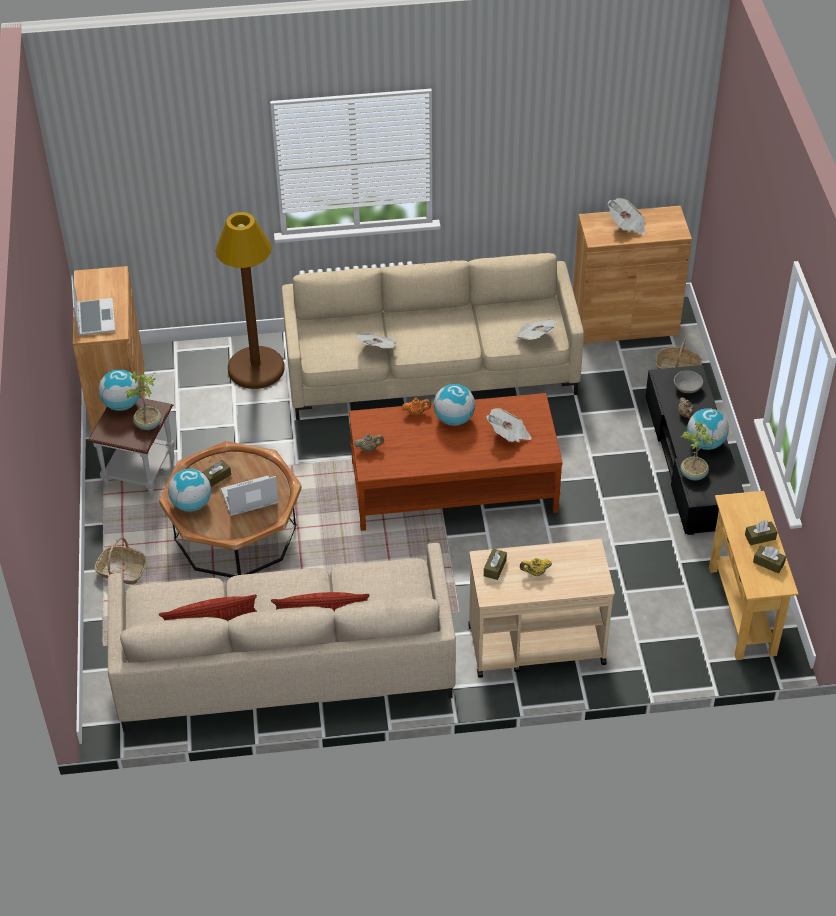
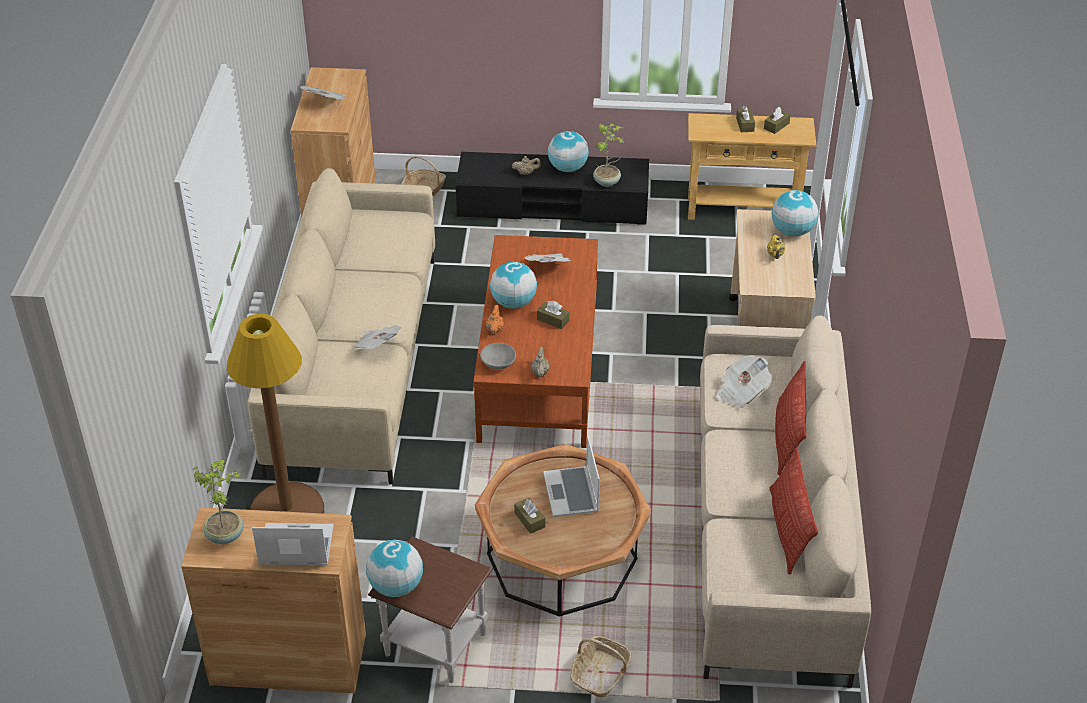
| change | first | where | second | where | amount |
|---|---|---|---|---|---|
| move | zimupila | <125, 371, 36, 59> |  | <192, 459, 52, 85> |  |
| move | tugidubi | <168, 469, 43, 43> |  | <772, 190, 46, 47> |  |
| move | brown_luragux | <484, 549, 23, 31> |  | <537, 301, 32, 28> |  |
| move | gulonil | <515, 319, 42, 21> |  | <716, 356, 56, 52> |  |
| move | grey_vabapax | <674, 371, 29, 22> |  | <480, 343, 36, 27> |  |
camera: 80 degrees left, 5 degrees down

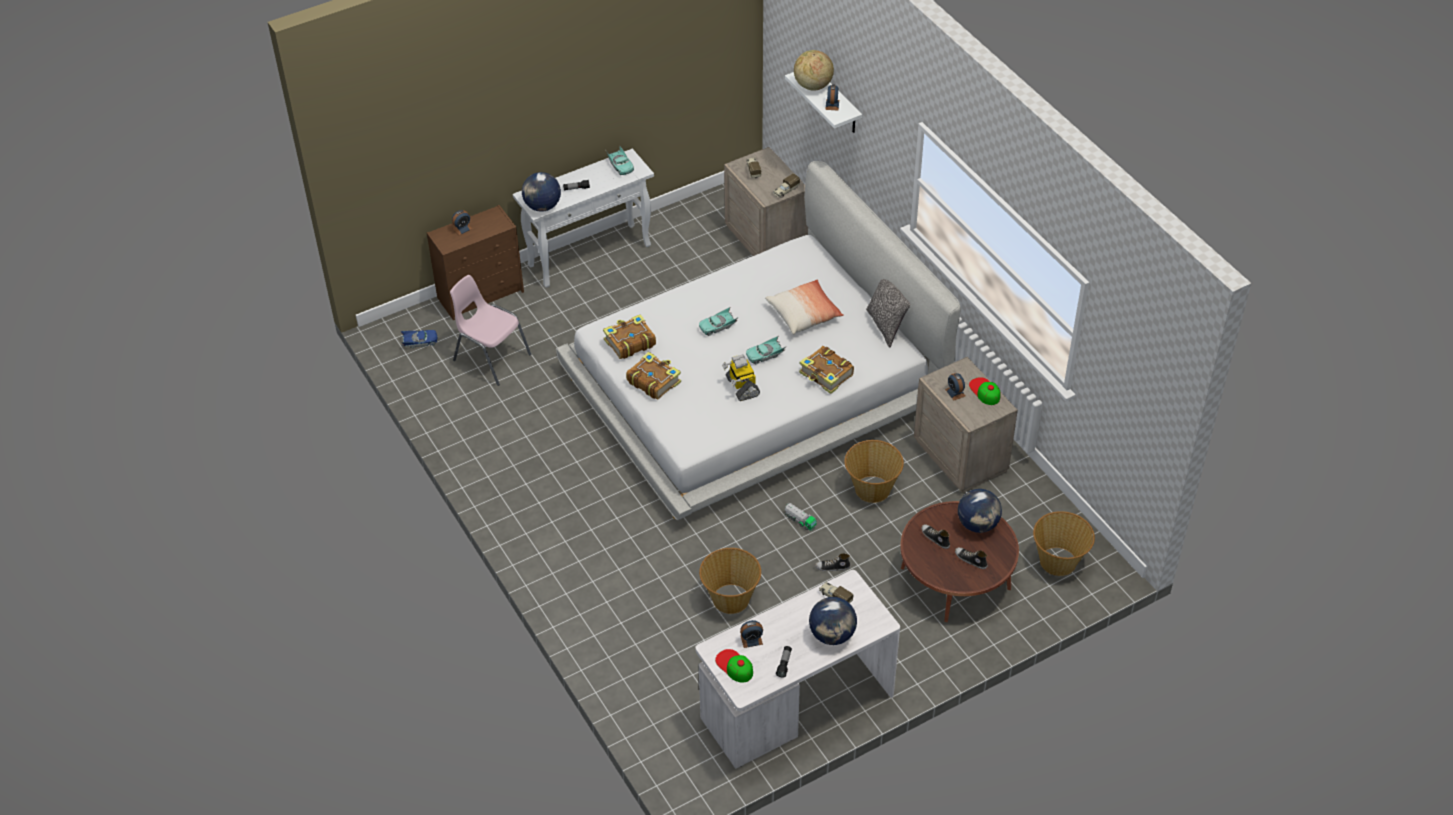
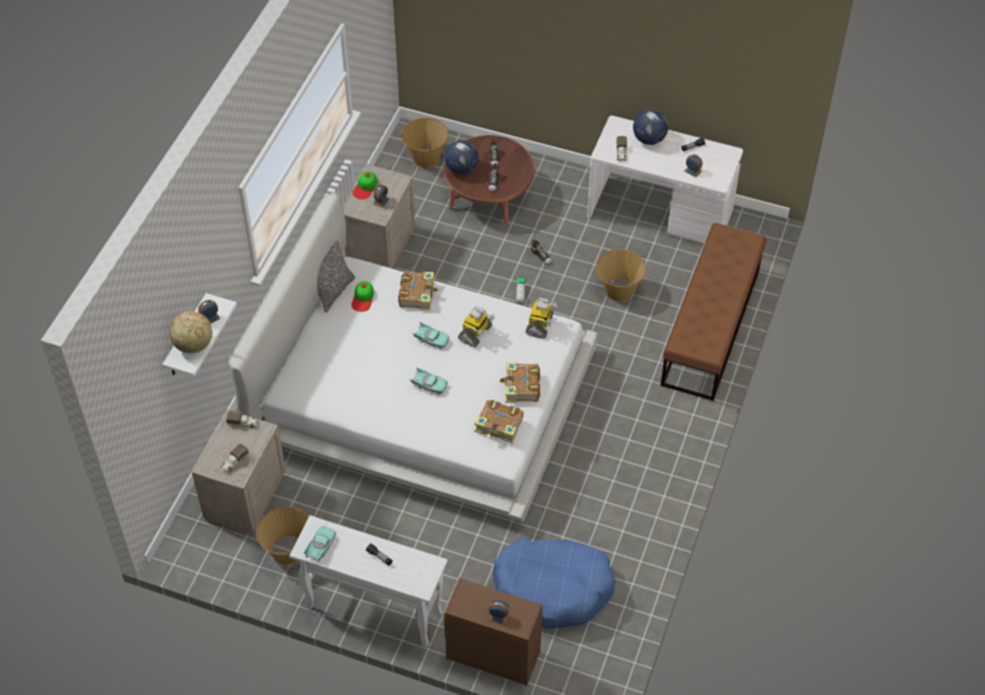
| change | first | where | second | where | amount |
|---|---|---|---|---|---|
| delete | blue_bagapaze | <400, 330, 38, 18> |  |  |  |
| delete | tugidubi | <522, 172, 39, 40> |  |  |  |
| delete | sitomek | <765, 280, 79, 55> |  |  |  |
| insert |  |  | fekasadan | <525, 297, 32, 42> |  |
| insert |  |  | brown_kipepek | <661, 223, 106, 178> |  |
| move | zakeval | <715, 649, 38, 34> |  | <351, 281, 23, 31> |  |
| move | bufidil | <845, 440, 59, 63> |  | <256, 507, 53, 58> |  |
| replace | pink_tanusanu | <450, 275, 81, 111> | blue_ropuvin | <492, 538, 124, 91> |  |
camera: 130 degrees left, 5 degrees up

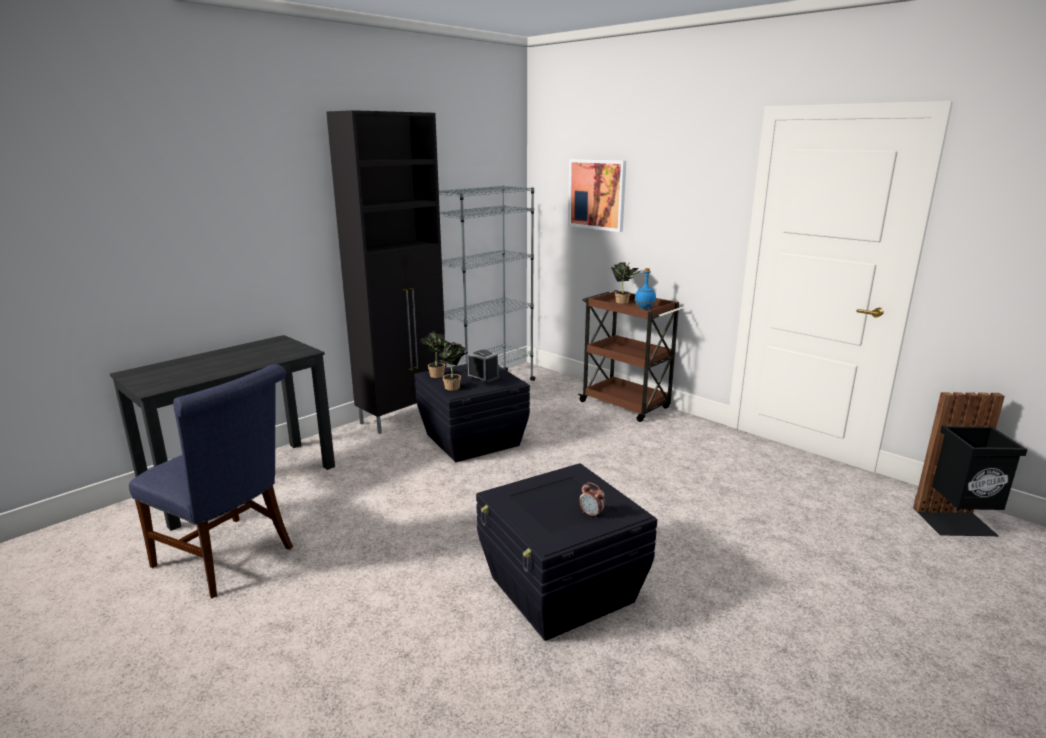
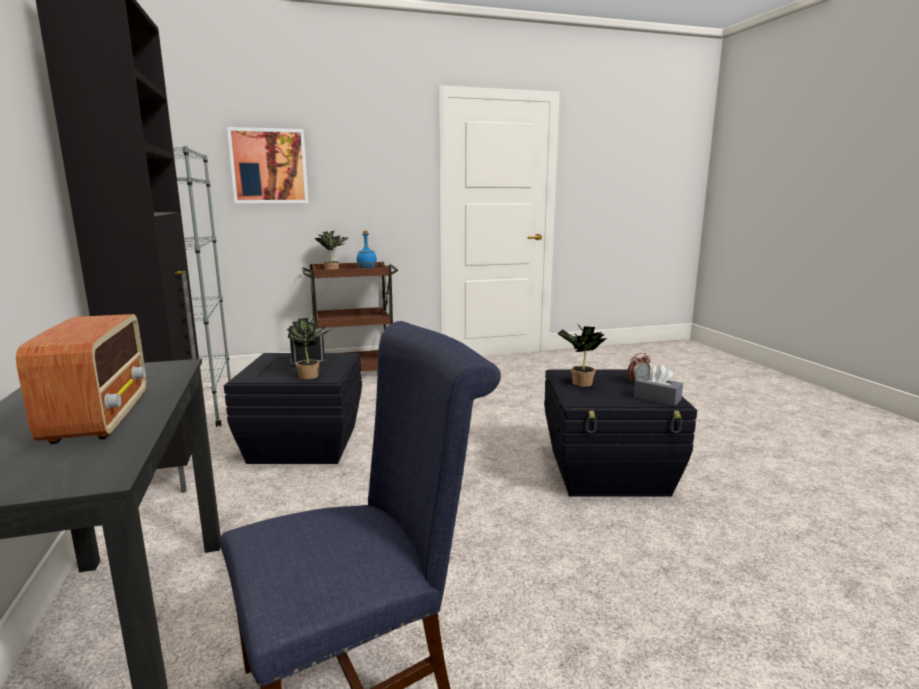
| change | first | where | second | where | amount |
|---|---|---|---|---|---|
| delete | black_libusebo | <913, 392, 115, 144> |  |  |  |
| insert |  |  | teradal | <16, 314, 131, 130> |  |
| insert |  |  | grey_luragux | <634, 365, 49, 41> |  |
| move | zimupila | <419, 331, 33, 47> |  | <557, 323, 50, 64> |  |
camera: 60 degrees left, 5 degrees down

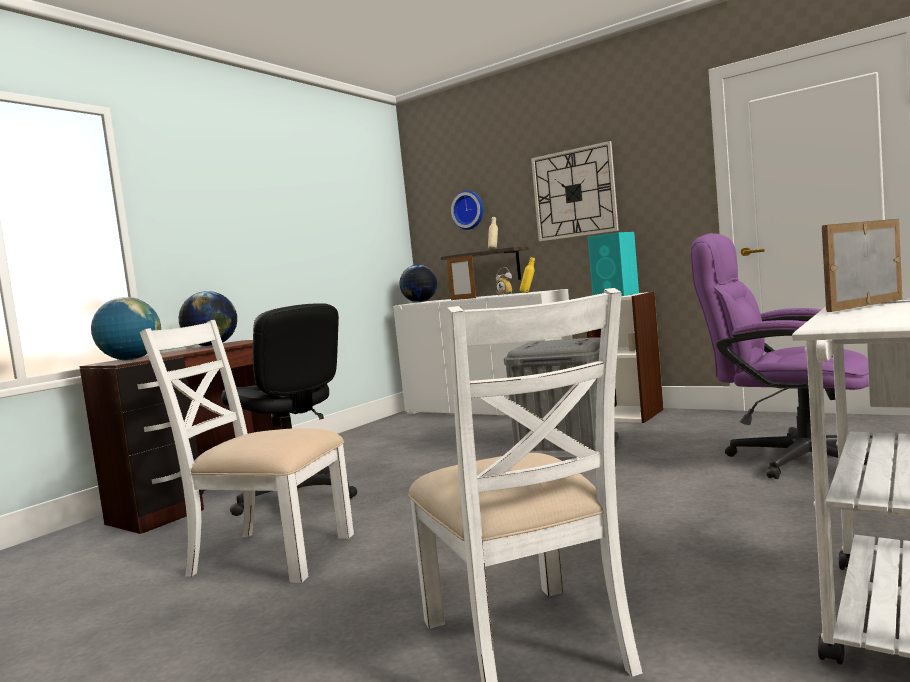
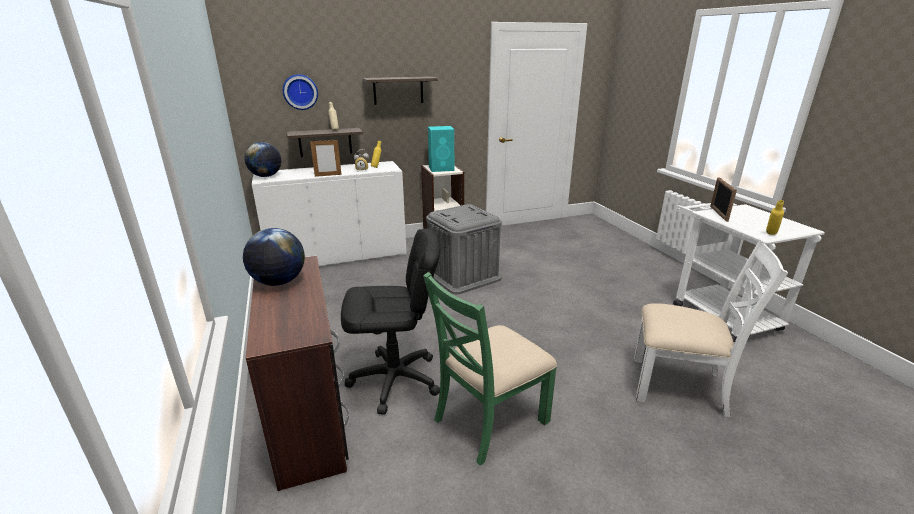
| change | first | where | second | where | amount |
|---|---|---|---|---|---|
| delete | tugidubi | <91, 297, 70, 64> |  |  |  |
| delete | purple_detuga | <691, 233, 182, 246> |  |  |  |
| insert |  |  | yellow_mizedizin | <766, 200, 18, 35> |  |
| replace | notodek | <531, 141, 88, 101> | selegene | <363, 76, 75, 29> |  |
| recolor | white_tanusanu | <140, 320, 214, 263> | green_tanusanu | <423, 272, 134, 194> |  |
camera: 55 degrees left, 20 degrees up

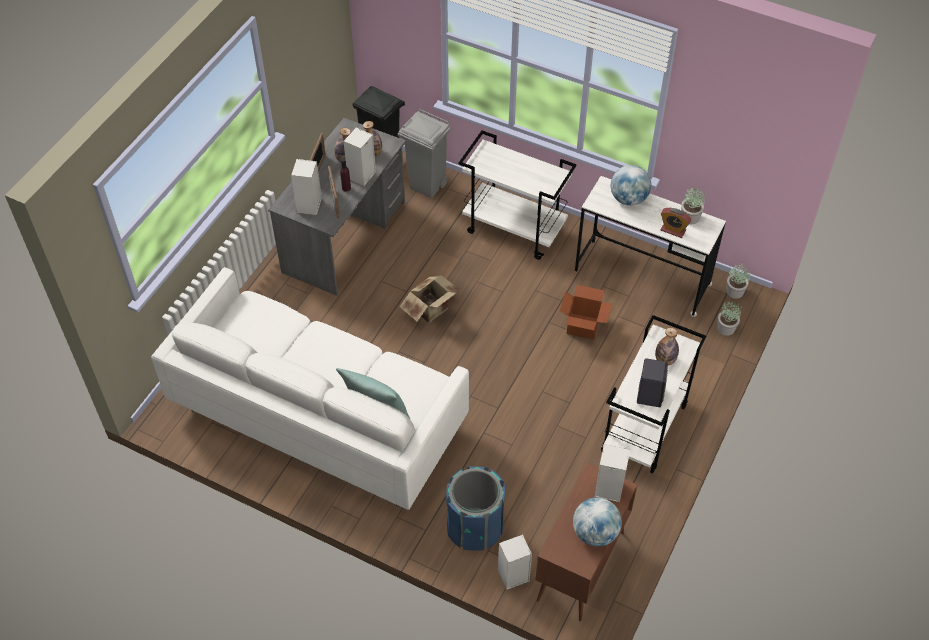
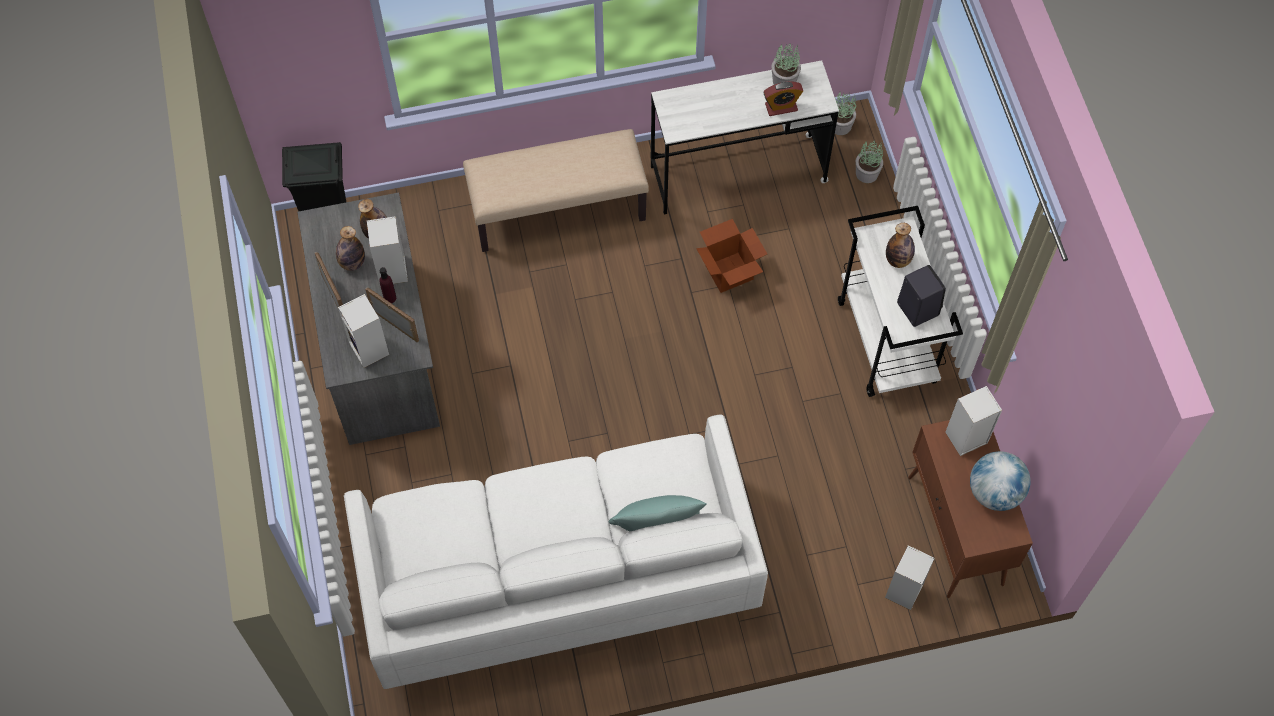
| change | first | where | second | where | amount |
|---|---|---|---|---|---|
| delete | grey_libusebo | <398, 109, 53, 89> |  |  |  |
| delete | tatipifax | <399, 275, 61, 48> |  |  |  |
| delete | blue_libusebo | <446, 466, 59, 85> |  |  |  |
| delete | tugidubi | <611, 165, 40, 41> |  |  |  |
| replace | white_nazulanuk | <458, 130, 119, 130> | beige_kipepek | <463, 129, 186, 123> |  |
camera: 40 degrees left, 10 degrees up

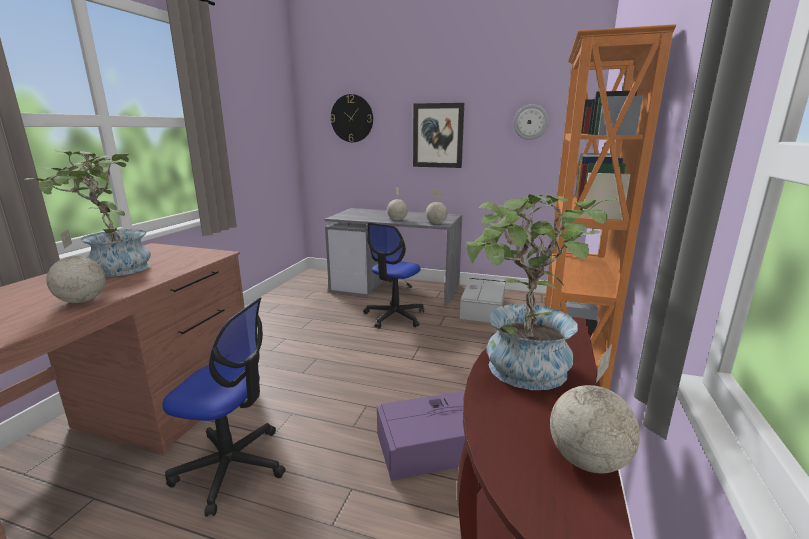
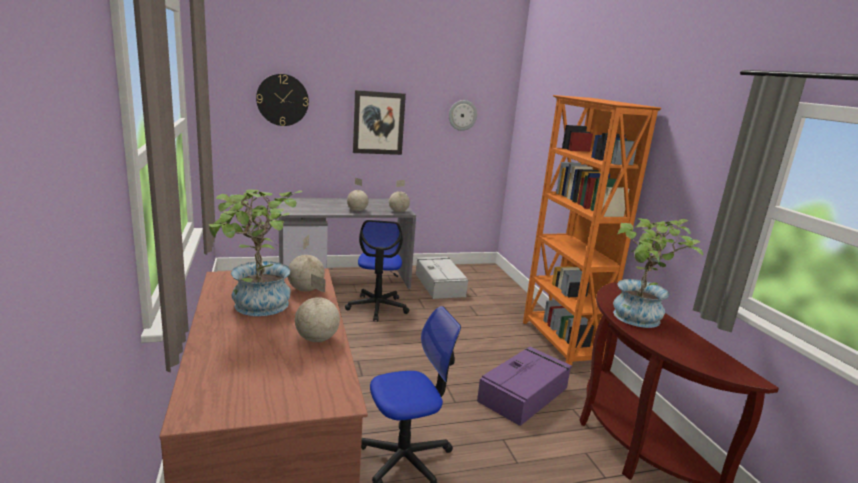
| change | first | where | second | where | amount |
|---|---|---|---|---|---|
| move | tugidubi | <550, 345, 90, 128> |  | <288, 235, 37, 56> |  |
camera: 35 degrees left, 0 degrees up

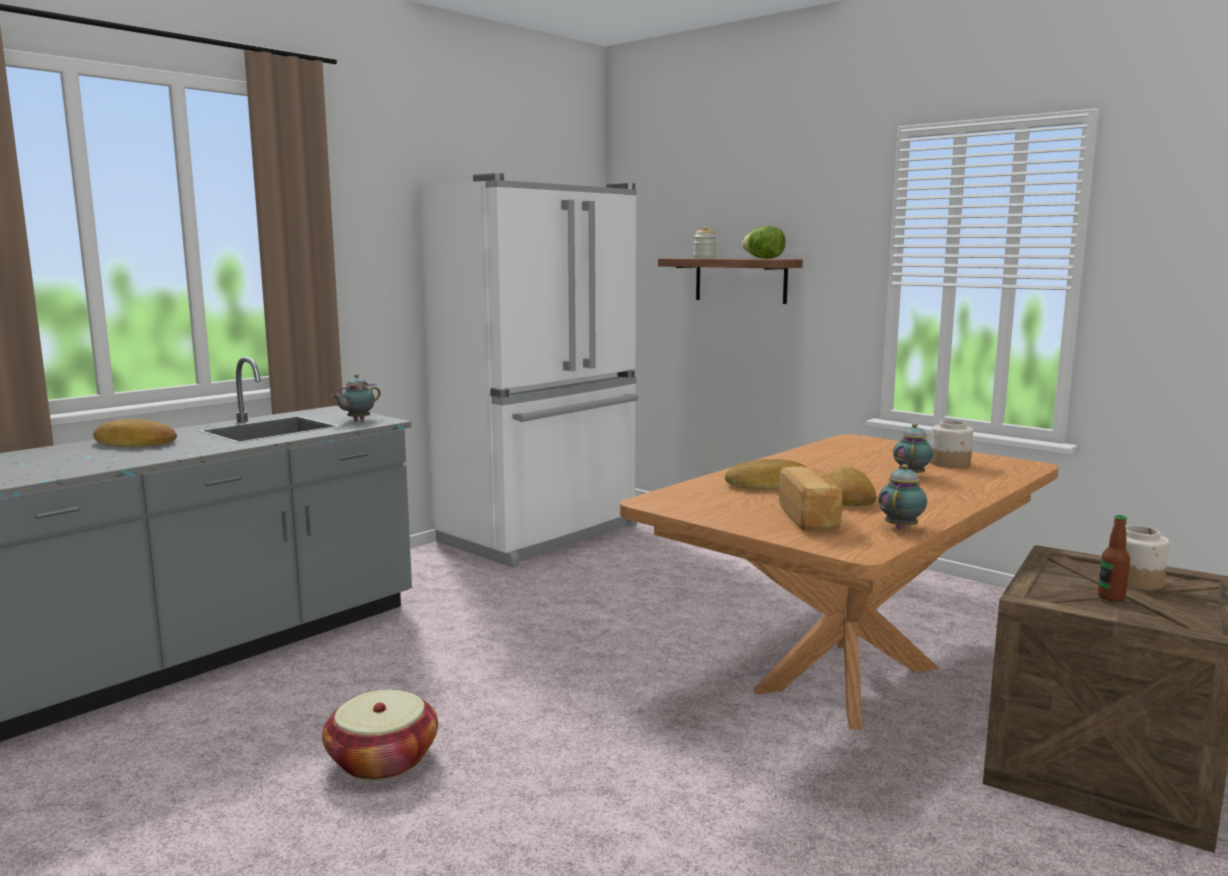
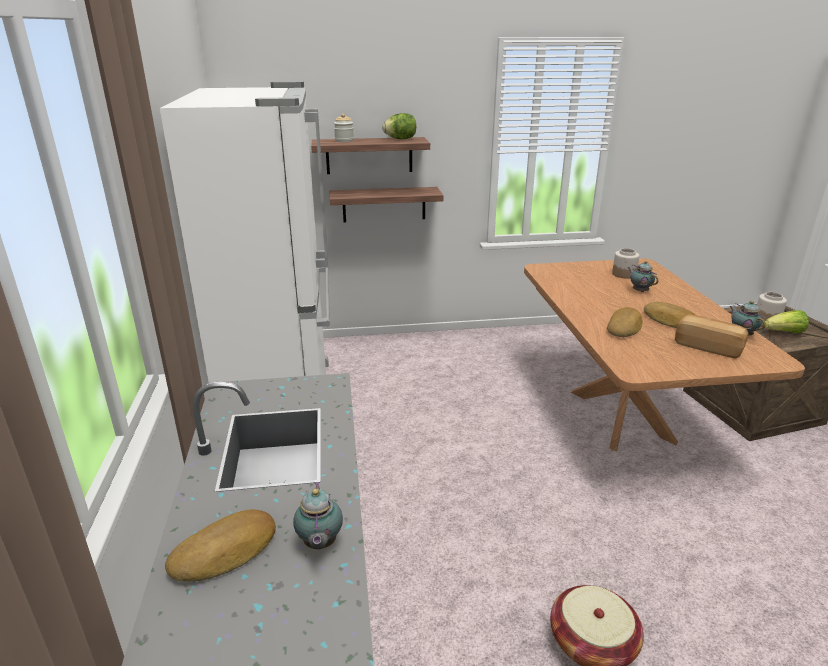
| change | first | where | second | where | amount |
|---|---|---|---|---|---|
| insert |  |  | selegene | <329, 187, 115, 35> |  |
| move | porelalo | <331, 374, 50, 47> |  | <293, 482, 50, 67> |  |
| replace | mizedizin | <1098, 515, 32, 87> | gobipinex | <765, 310, 44, 23> |  |
camera: 50 degrees left, 15 degrees up

